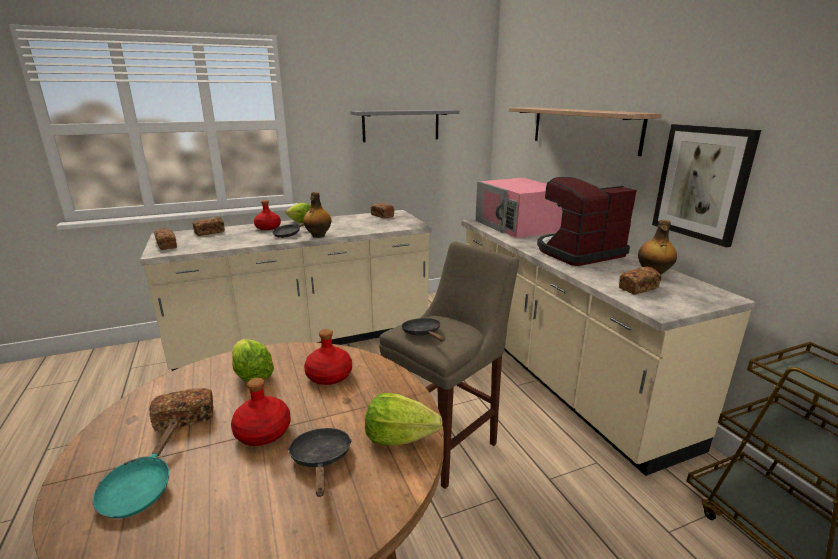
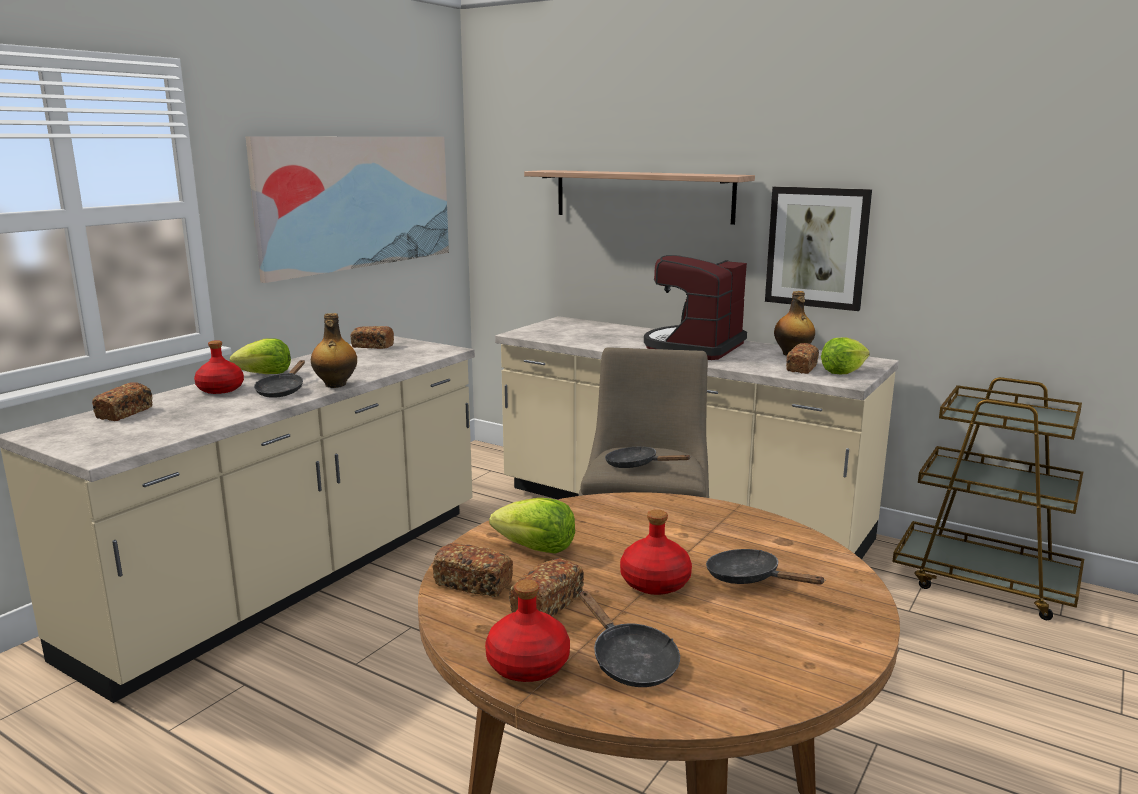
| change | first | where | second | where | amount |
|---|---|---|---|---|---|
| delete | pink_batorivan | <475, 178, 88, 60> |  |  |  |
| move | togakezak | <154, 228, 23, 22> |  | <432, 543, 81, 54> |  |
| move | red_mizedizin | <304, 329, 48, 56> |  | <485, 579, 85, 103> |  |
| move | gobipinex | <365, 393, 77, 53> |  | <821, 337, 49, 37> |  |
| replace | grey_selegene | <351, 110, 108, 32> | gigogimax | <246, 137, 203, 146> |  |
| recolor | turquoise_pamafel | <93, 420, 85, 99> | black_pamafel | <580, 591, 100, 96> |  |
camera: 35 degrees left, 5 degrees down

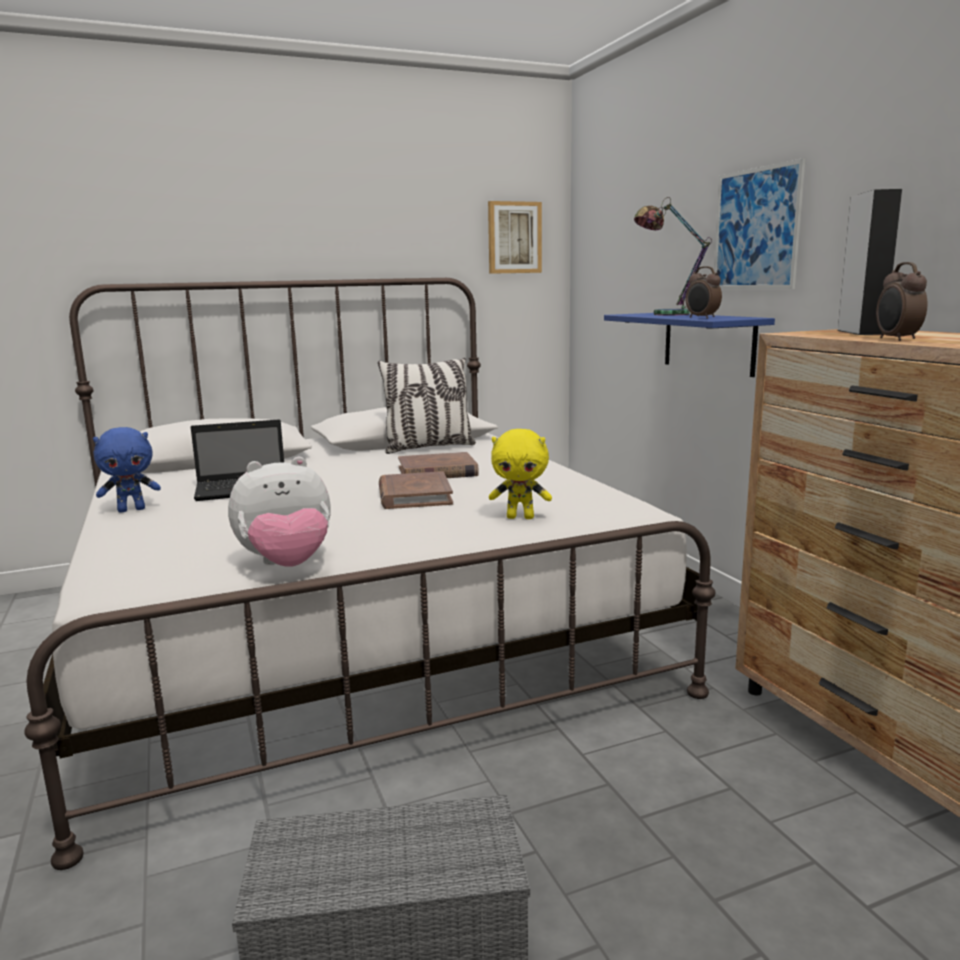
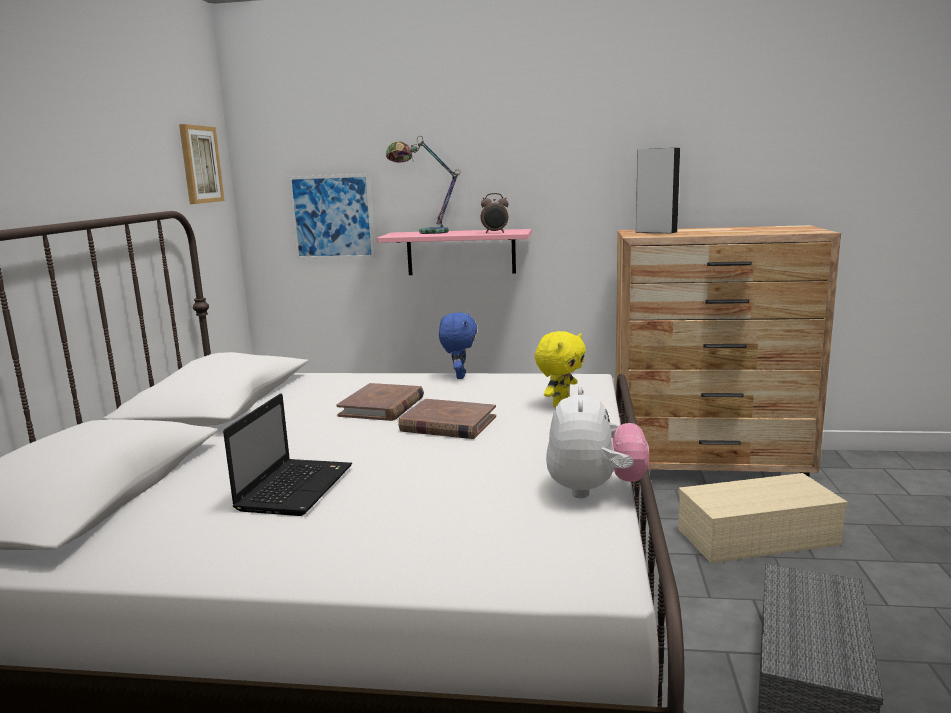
| change | first | where | second | where | amount |
|---|---|---|---|---|---|
| delete | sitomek | <378, 358, 98, 96> |  |  |  |
| delete | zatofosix | <876, 262, 51, 79> |  |  |  |
| insert |  |  | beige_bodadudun | <678, 473, 170, 90> |  |
| move | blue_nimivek | <93, 427, 68, 85> |  | <439, 313, 38, 66> |  |
| move | gigogimax | <714, 158, 91, 131> |  | <288, 174, 87, 85> |  |
| recolor | blue_selegene | <604, 313, 171, 64> | pink_selegene | <377, 229, 155, 46> |  |
camera: 60 degrees left, 0 degrees up

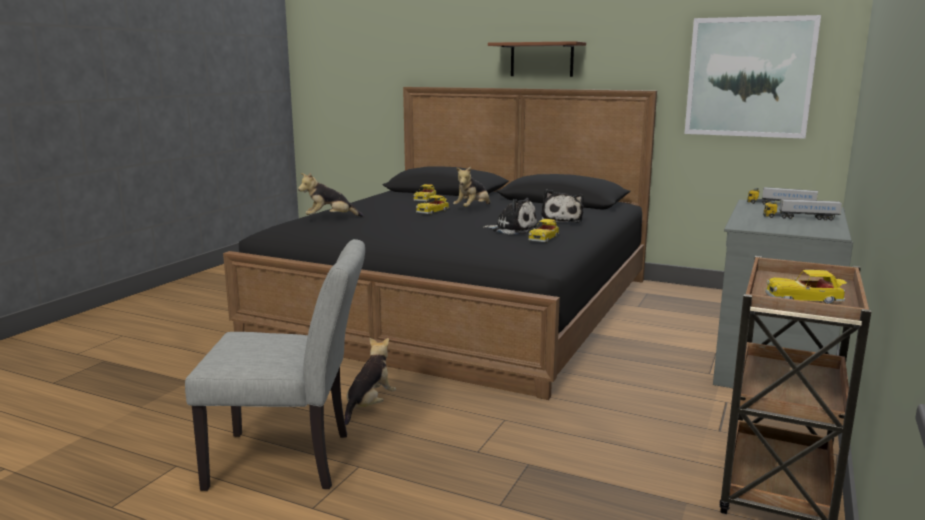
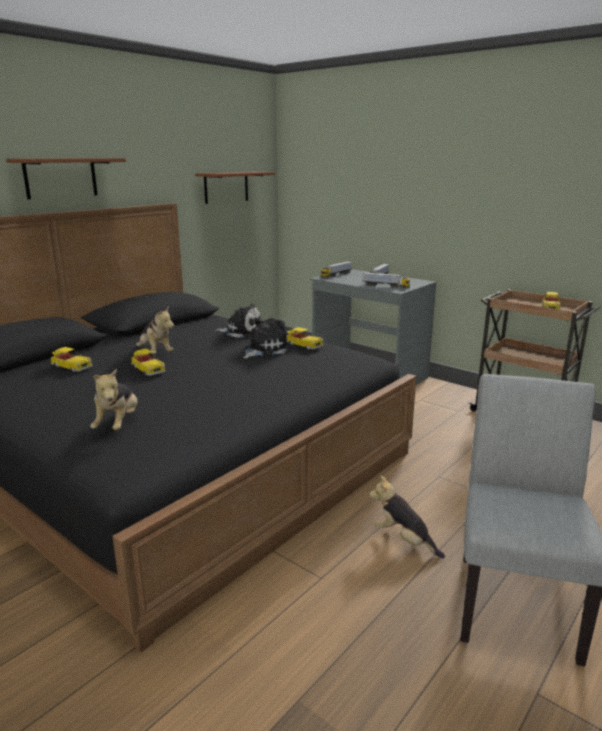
| change | first | where | second | where | amount |
|---|---|---|---|---|---|
| insert |  |  | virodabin | <363, 272, 47, 17> |  |
| replace | gigogimax | <684, 15, 137, 124> | selegene | <195, 172, 80, 32> |  |
camera: 75 degrees left, 5 degrees up

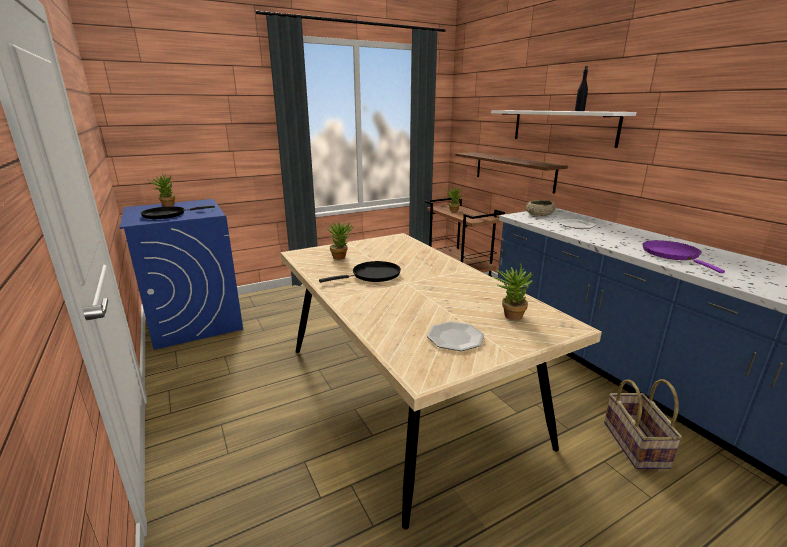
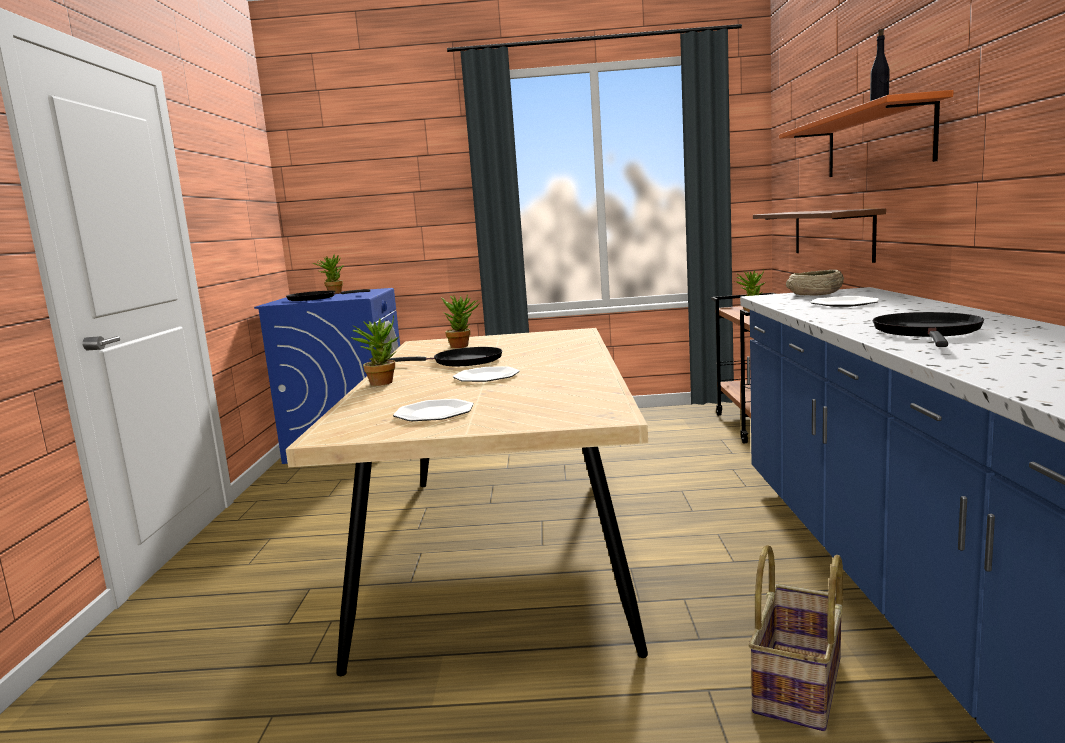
| change | first | where | second | where | amount |
|---|---|---|---|---|---|
| insert |  |  | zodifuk | <453, 367, 67, 15> |  |
| move | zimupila | <493, 263, 40, 57> |  | <352, 316, 47, 70> |  |
| recolor | white_selegene | <491, 110, 146, 38> | orange_selegene | <779, 90, 175, 87> |  |
| recolor | purple_pamafel | <643, 240, 82, 33> | black_pamafel | <873, 312, 111, 35> |  |
camera: 30 degrees right, 10 degrees down

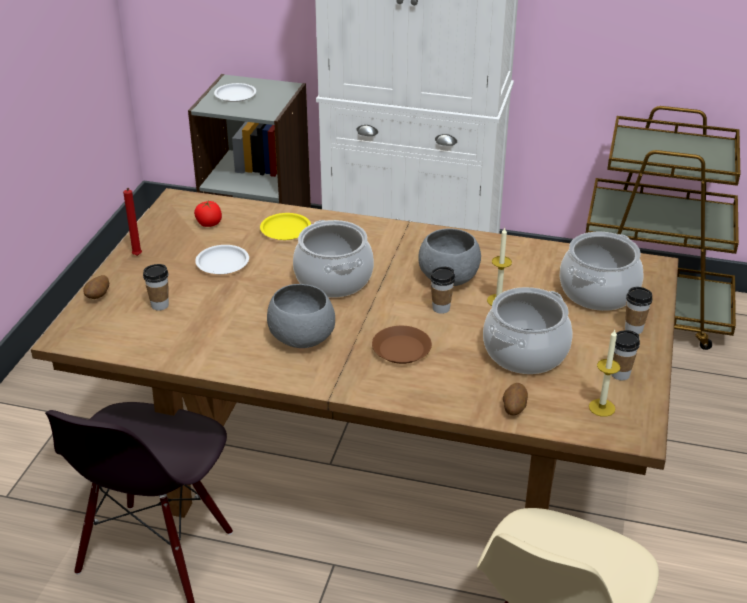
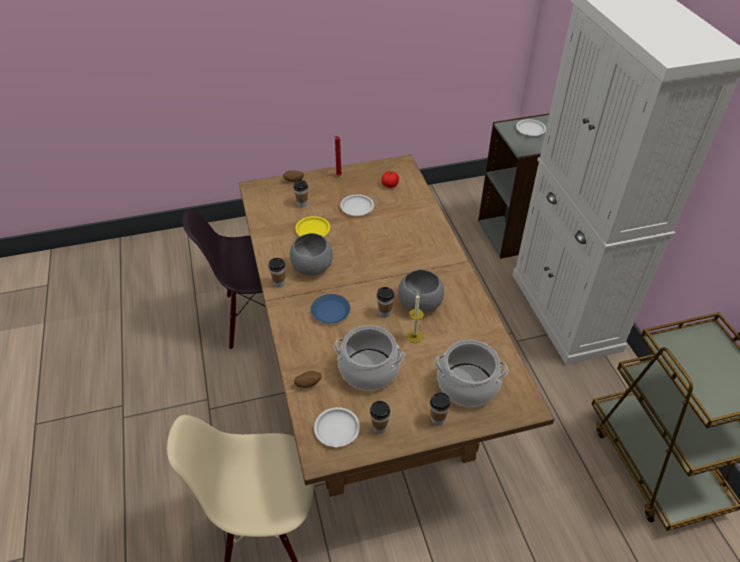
| change | first | where | second | where | amount |
|---|---|---|---|---|---|
| delete | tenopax | <293, 220, 81, 78> |  |  |  |
| insert |  |  | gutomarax | <268, 258, 17, 29> |  |
| move | yellow_zodifuk | <260, 213, 51, 27> |  | <295, 216, 35, 20> |  |
| replace | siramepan | <589, 330, 32, 87> | white_zodifuk | <314, 407, 46, 40> |  |
| recolor | brown_zodifuk | <372, 326, 60, 38> | blue_zodifuk | <311, 294, 39, 30> |  |
camera: 60 degrees right, 10 degrees up

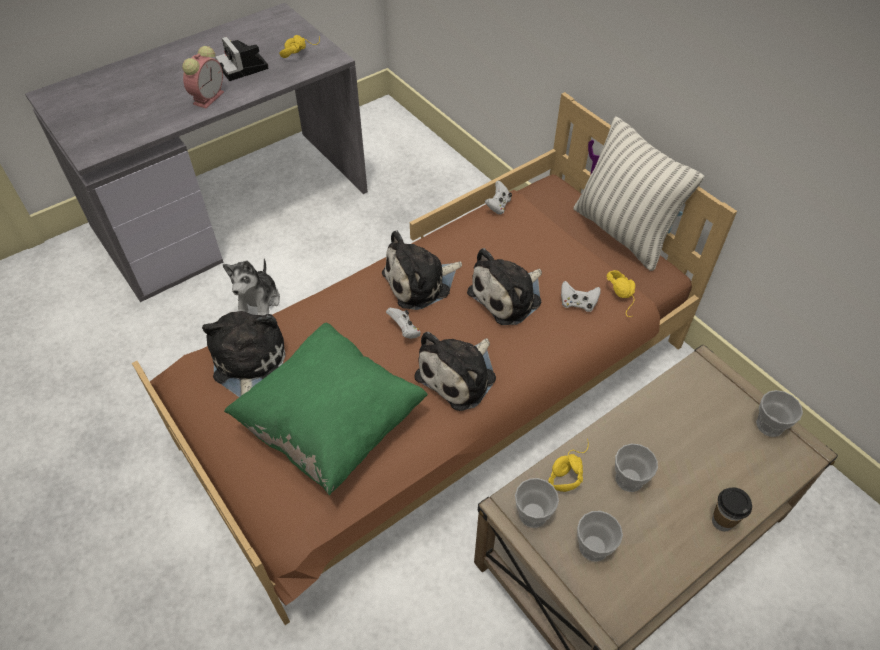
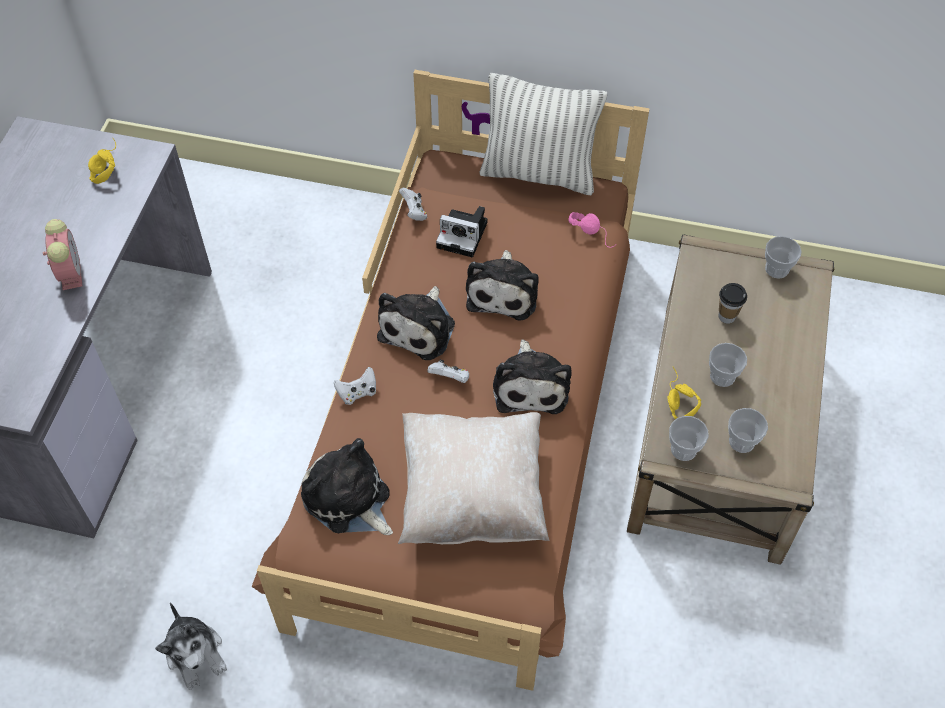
| change | first | where | second | where | amount |
|---|---|---|---|---|---|
| move | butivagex | <215, 36, 54, 45> |  | <436, 206, 52, 52> |  |
| move | nimivek | <223, 259, 57, 56> |  | <155, 602, 72, 88> |  |
| move | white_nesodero | <561, 281, 40, 31> |  | <334, 367, 42, 38> |  |
| move | gutomarax | <712, 487, 40, 45> |  | <719, 283, 28, 41> |  |
| recolor | green_sitomek | <224, 322, 204, 173> | beige_sitomek | <398, 412, 151, 132> |  |
| recolor | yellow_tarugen | <607, 270, 28, 47> | pink_tarugen | <568, 212, 47, 36> |  |
camera: 40 degrees left, 5 degrees up

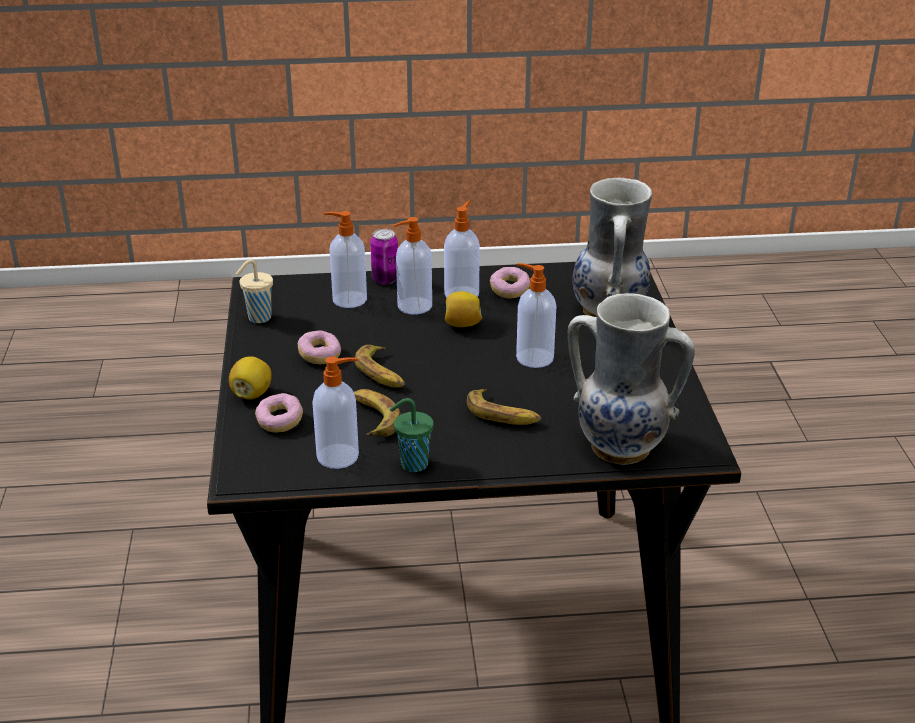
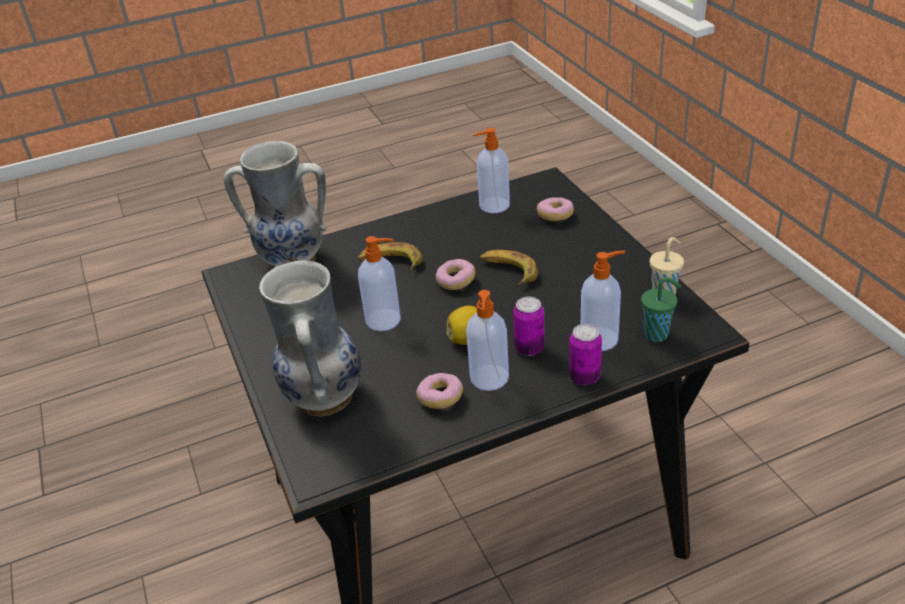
| change | first | where | second | where | amount |
|---|---|---|---|---|---|
| delete | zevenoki | <229, 356, 43, 44> |  |  |  |
| delete | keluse | <354, 389, 47, 47> |  |  |  |
| move | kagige | <298, 330, 43, 34> |  | <436, 259, 40, 31> |  |
| move | green_gutomarax | <390, 398, 44, 74> |  | <641, 277, 40, 65> |  |
| replace | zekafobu | <394, 217, 38, 97> | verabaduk | <513, 297, 32, 59> |  |
camera: 165 degrees right, 5 degrees up

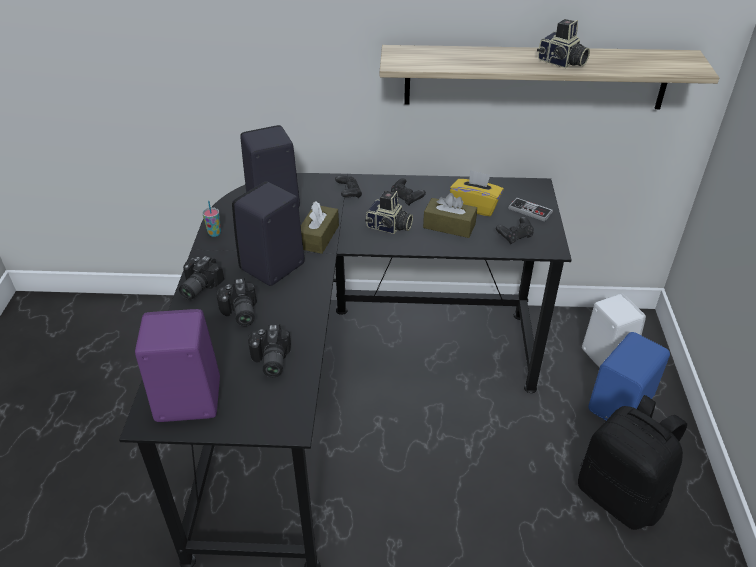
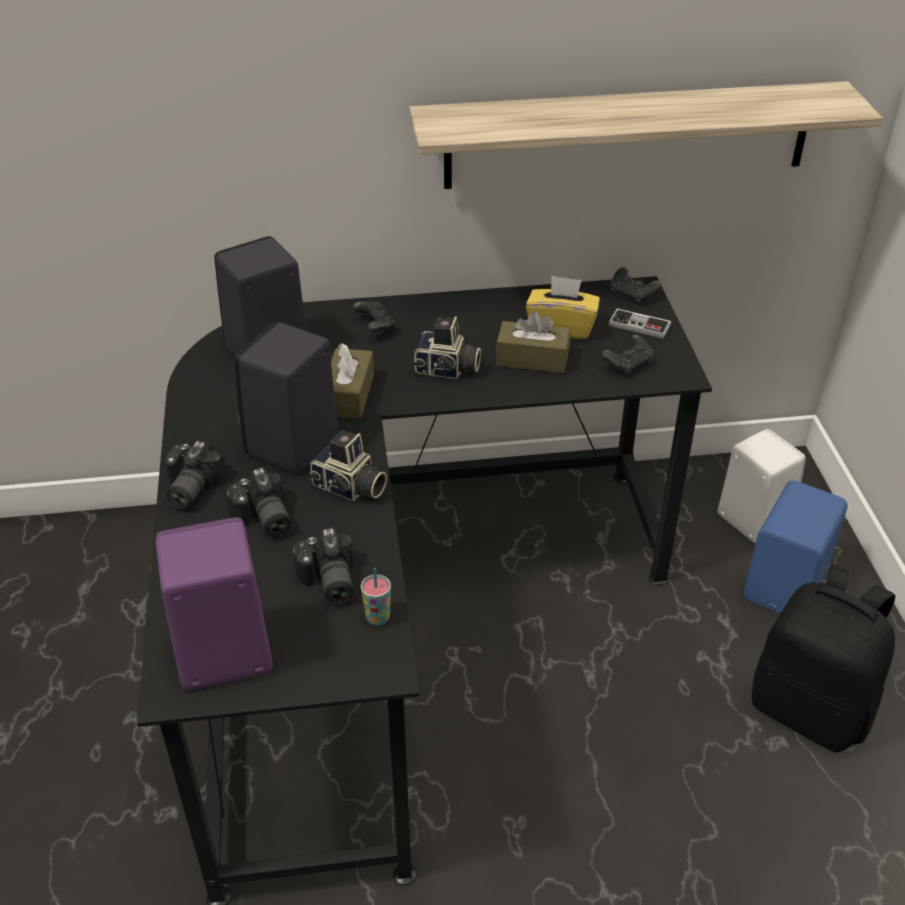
| change | first | where | second | where | amount |
|---|---|---|---|---|---|
| move | gutomarax | <202, 201, 19, 36> |  | <361, 568, 30, 58> |  |
| move | black_nesodero | <391, 178, 35, 28> |  | <610, 267, 51, 38> |  |
| move | butivagex | <537, 19, 53, 49> |  | <308, 430, 79, 71> |  |
camera: 10 degrees left, 0 degrees up

